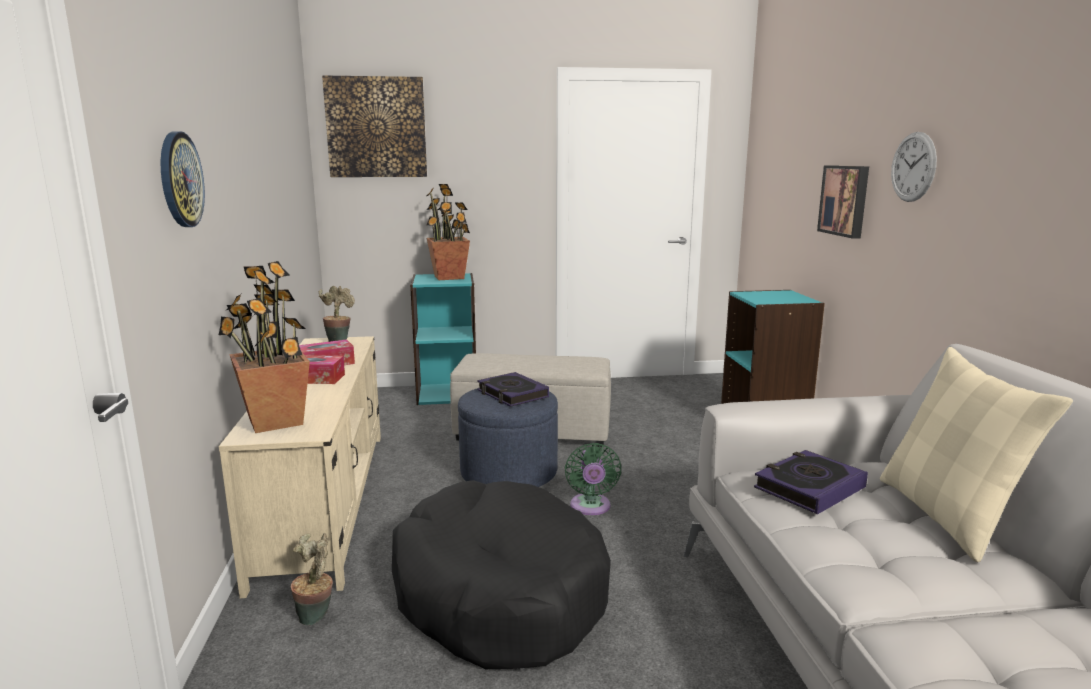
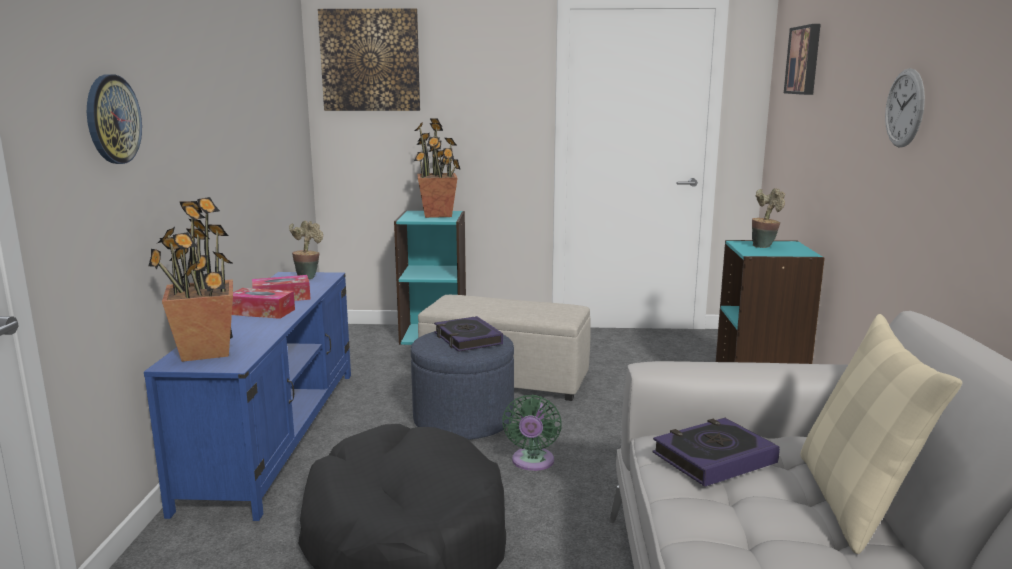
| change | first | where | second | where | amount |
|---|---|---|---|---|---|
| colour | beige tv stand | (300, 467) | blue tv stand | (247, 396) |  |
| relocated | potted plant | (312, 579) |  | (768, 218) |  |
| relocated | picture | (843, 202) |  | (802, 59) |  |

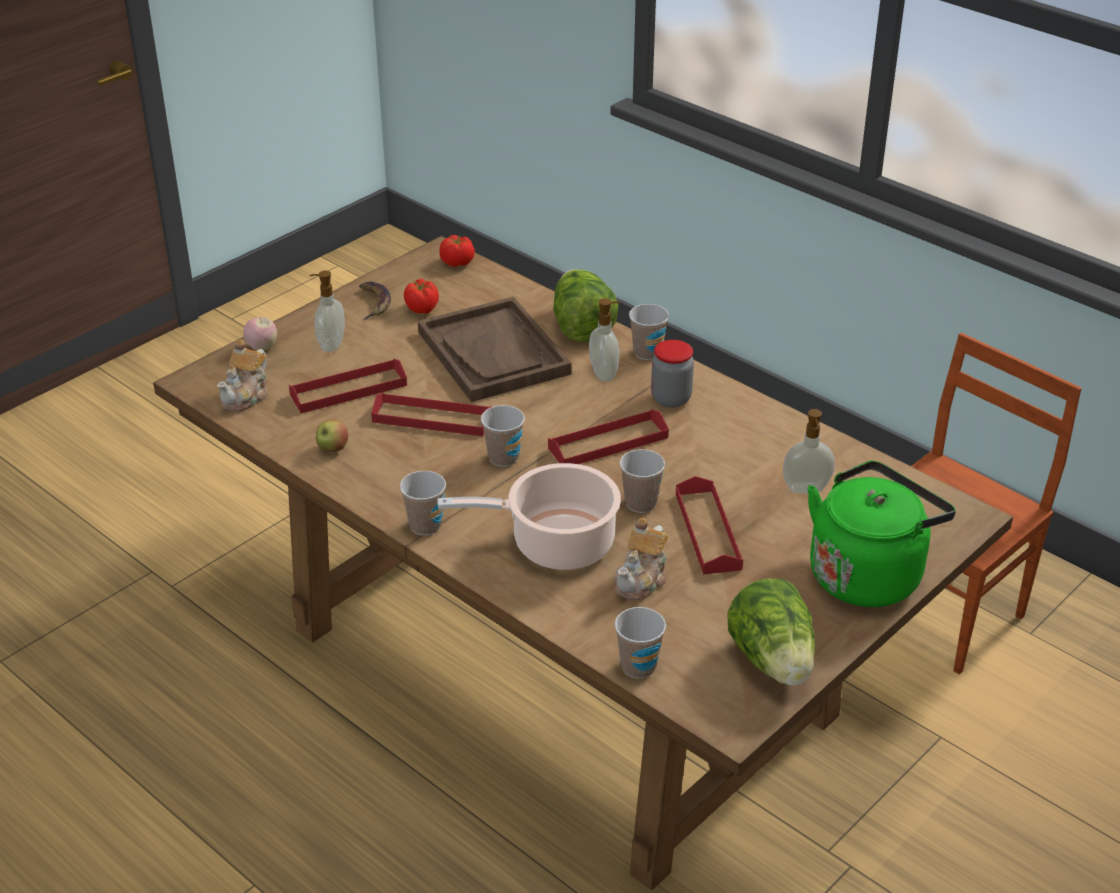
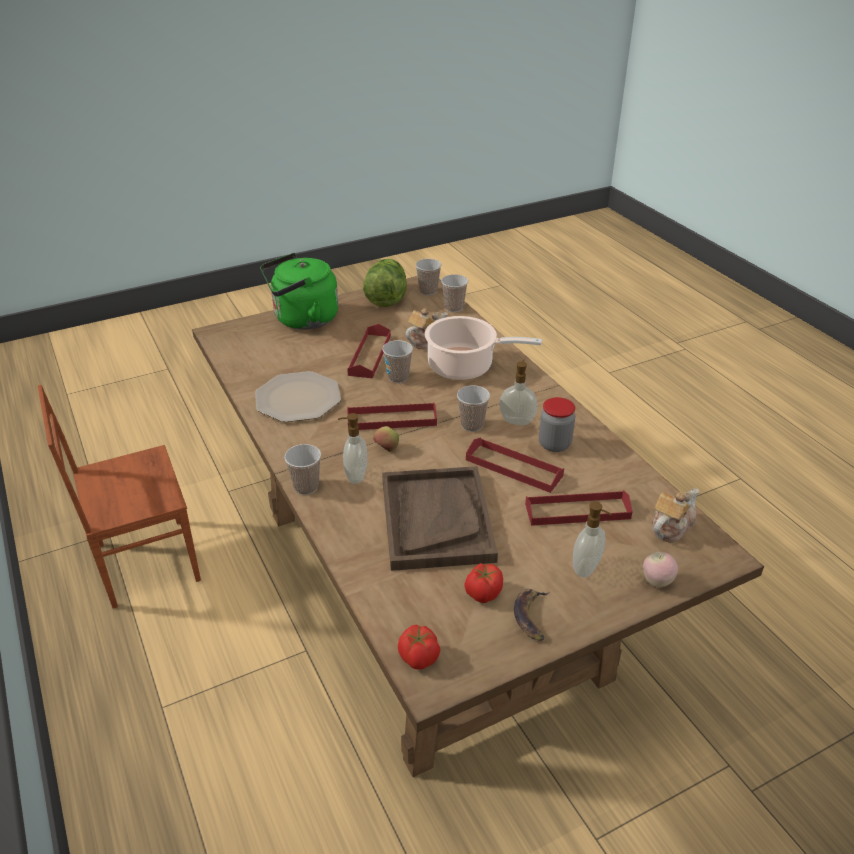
| change | first | where | second | where | amount |
|---|---|---|---|---|---|
| relocated | apple | (332, 435) |  | (386, 439) |  |
| relocated | cup | (423, 503) |  | (428, 277) |  |
| missing | lettuce | (585, 305) |  |  |  |
| relocated | jar | (672, 373) |  | (557, 424) |  |
| relocated | soap dispenser | (809, 451) |  | (518, 392) |  |
| appeared |  |  | plate | (298, 396) |  |

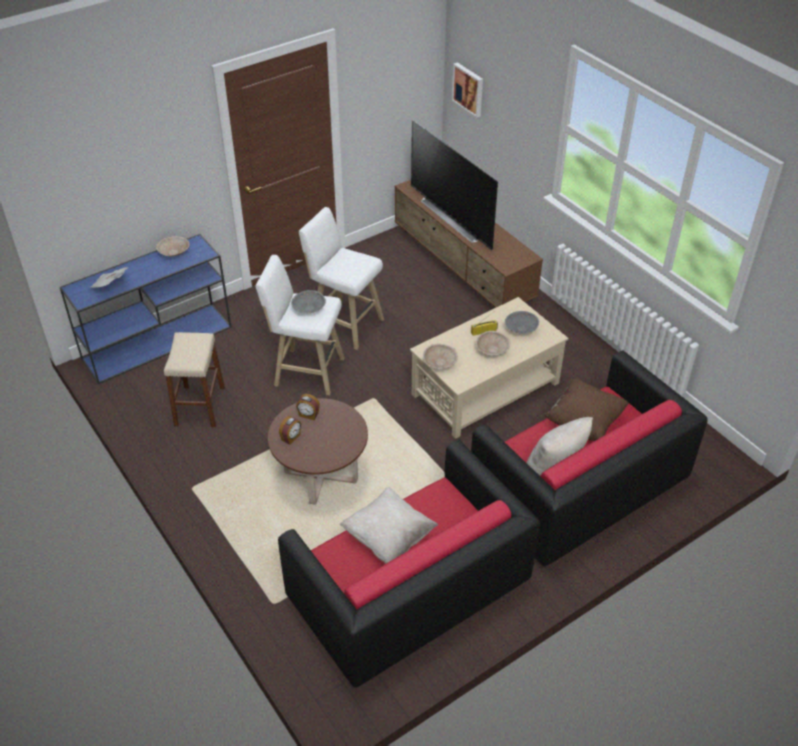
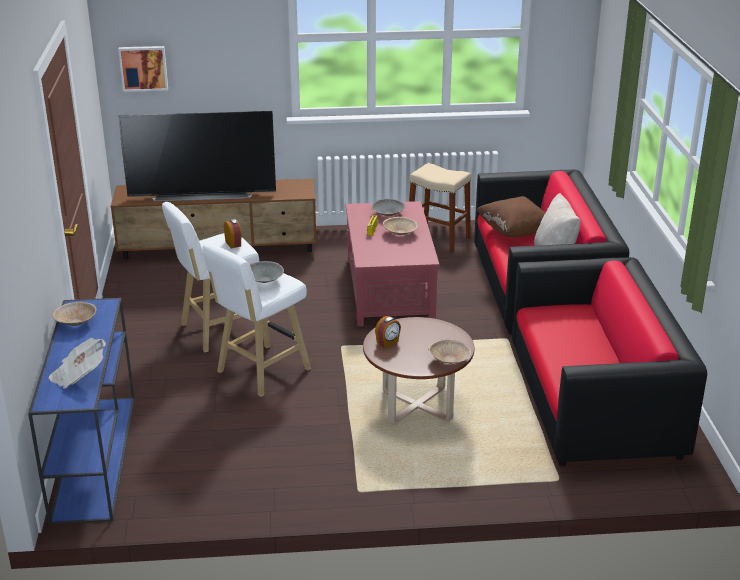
| change | first | where | second | where | amount |
|---|---|---|---|---|---|
| relocated | beige stool | (194, 379) |  | (440, 207) |  |
| relocated | alarm clock | (290, 430) |  | (233, 233) |  |
| missing | beige pillow | (389, 525) |  |  |  |
| colour | beige coffee table | (489, 368) | red coffee table | (392, 263) |  |
| relocated | beige bowl | (440, 356) |  | (450, 351) |  |

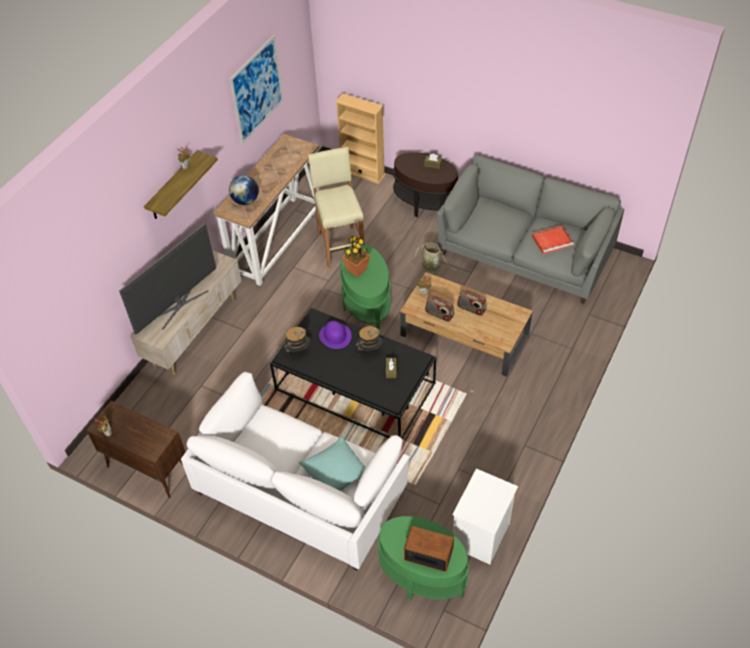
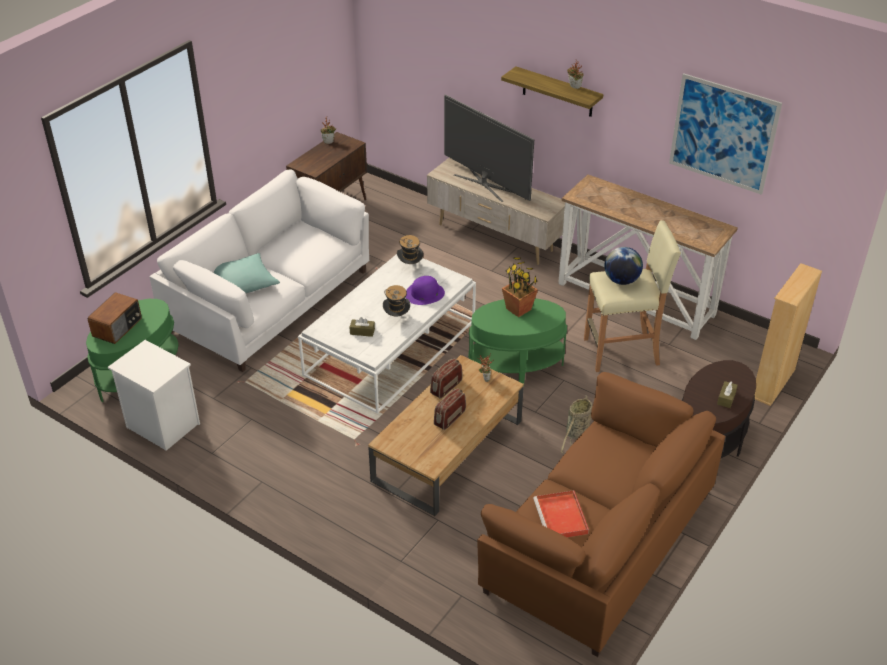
| change | first | where | second | where | amount |
|---|---|---|---|---|---|
| relocated | globe | (244, 190) |  | (623, 266) |  |
| colour | black coffee table | (353, 373) | white coffee table | (387, 333) |  |
| colour | grey sofa | (530, 229) | brown sofa | (601, 514) |  |

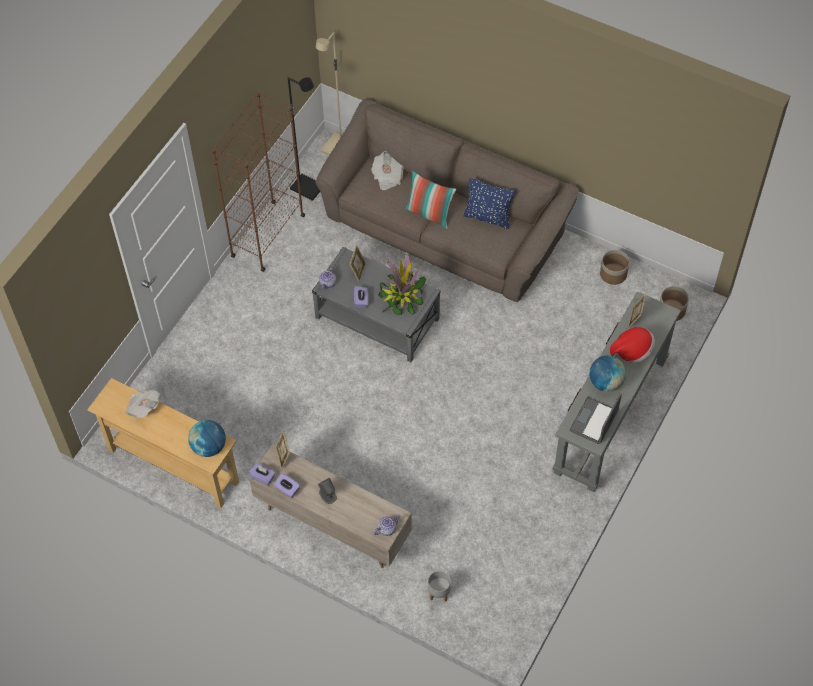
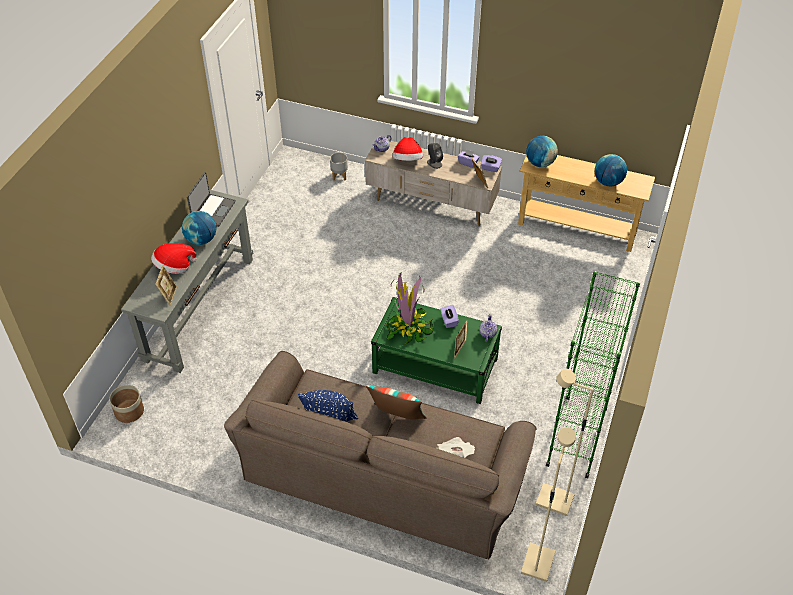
| change | first | where | second | where | amount |
|---|---|---|---|---|---|
| exchanged | newspaper | (142, 403) | globe | (611, 170) |  |
| colour | brown bookcase | (258, 182) | green bookcase | (593, 374) |  |
| colour | black floor lamp | (304, 139) | beige floor lamp | (564, 442) |  |
| colour | grey coffee table | (376, 304) | green coffee table | (436, 350) |  |
| missing | planter | (615, 267) |  |  |  |
| appeared |  |  | hat | (408, 149) |  |

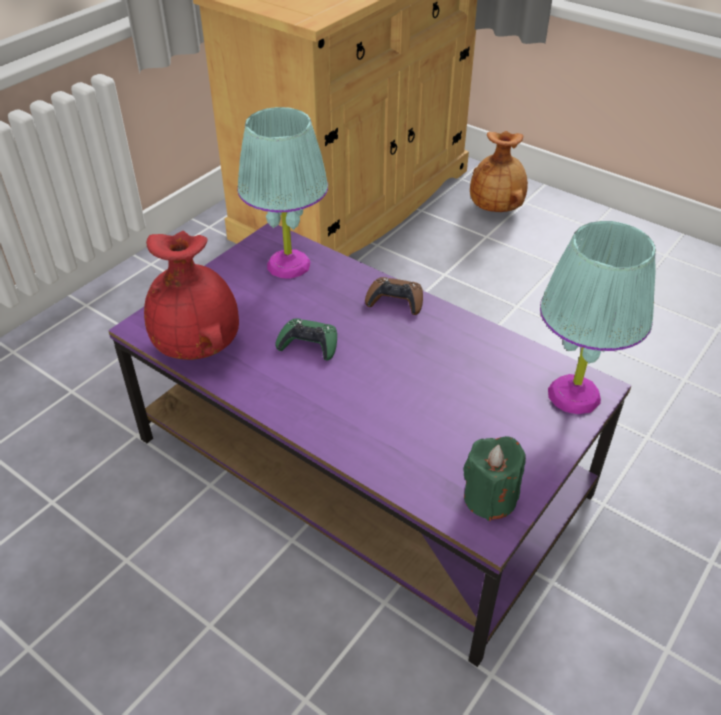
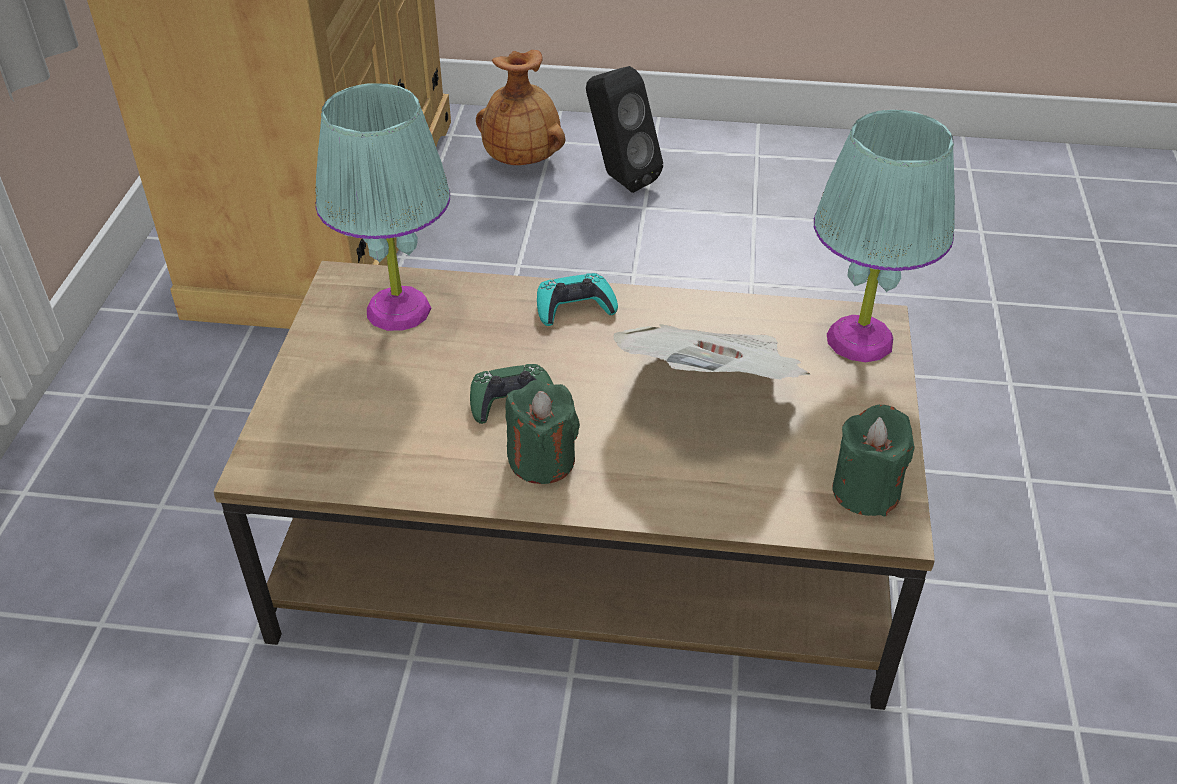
| change | first | where | second | where | amount |
|---|---|---|---|---|---|
| colour | purple coffee table | (370, 445) | brown coffee table | (574, 485) |  |
| missing | red vase | (191, 295) |  |  |  |
| colour | brown game controller | (394, 296) | turquoise game controller | (577, 299) |  |
| appeared |  |  | green candle | (542, 432) |  |
| appeared |  |  | black speaker | (624, 129) |  |
| appeared |  |  | newspaper | (711, 351) |  |

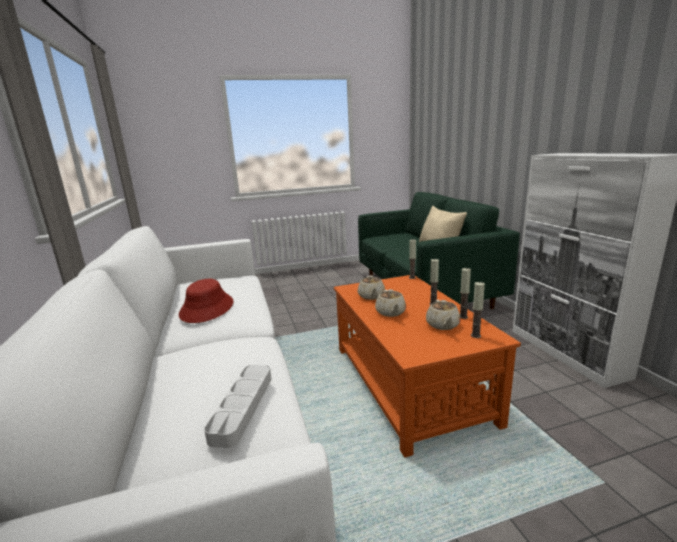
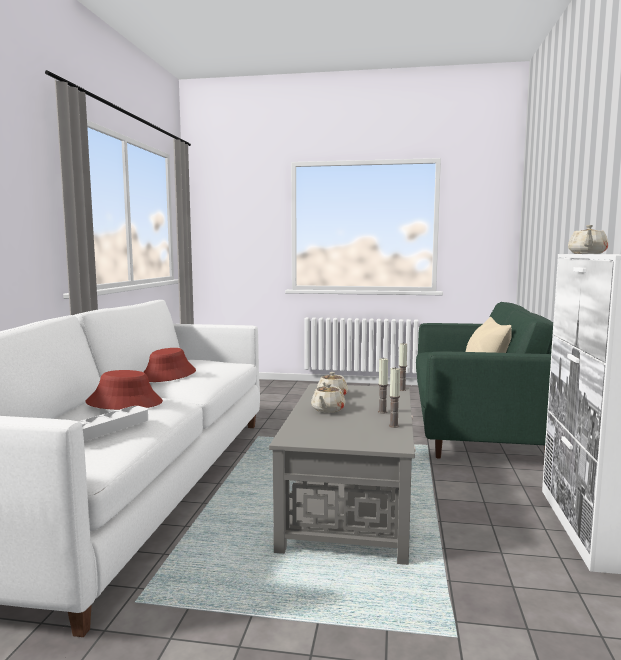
| change | first | where | second | where | amount |
|---|---|---|---|---|---|
| colour | orange coffee table | (427, 366) | grey coffee table | (342, 474) |  |
| relocated | beige teapot | (443, 315) |  | (588, 239) |  |
| missing | candle | (478, 310) |  |  |  |
| appeared |  |  | red hat | (124, 390) |  |

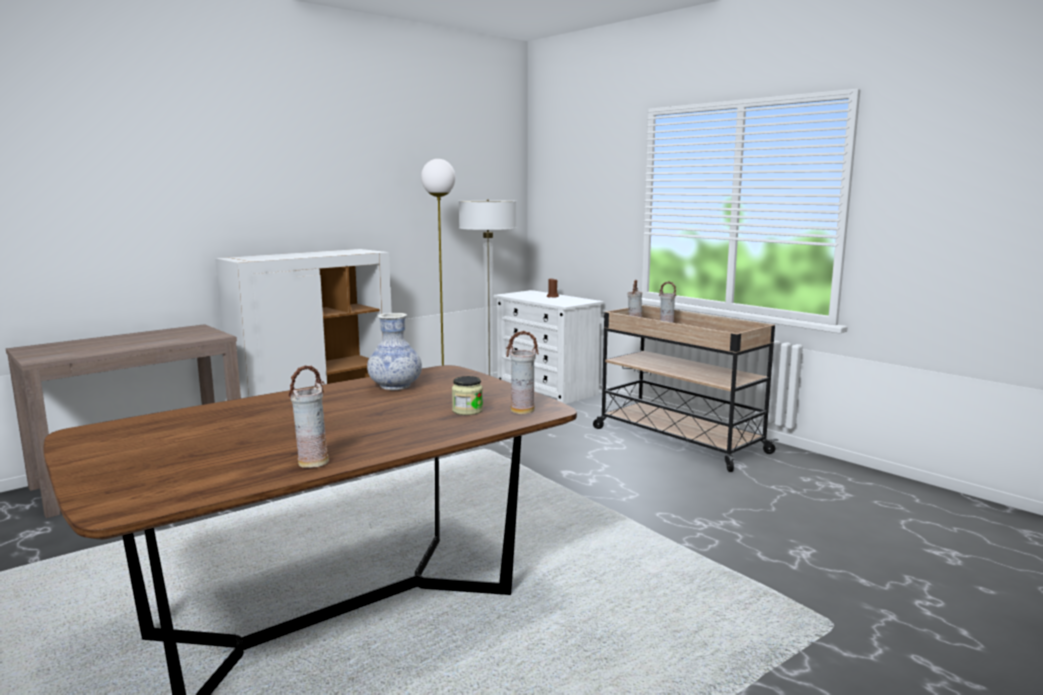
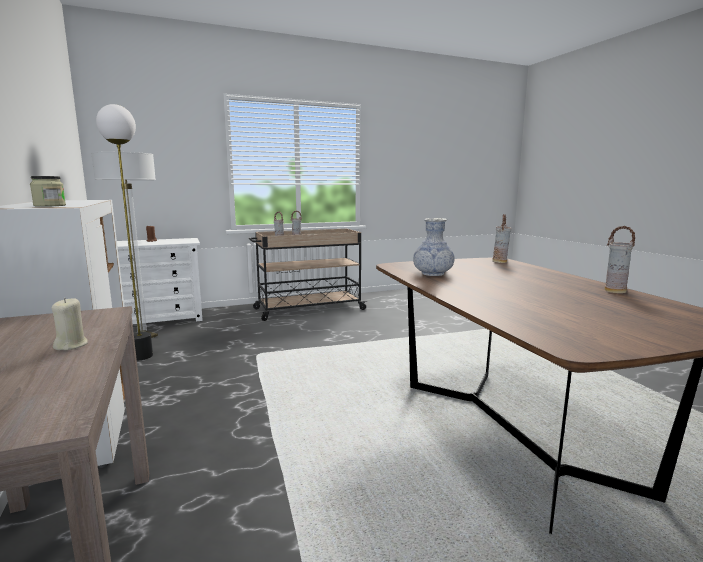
| change | first | where | second | where | amount |
|---|---|---|---|---|---|
| relocated | jar | (467, 395) |  | (48, 191) |  |
| appeared |  |  | beige candle | (69, 324) |  |

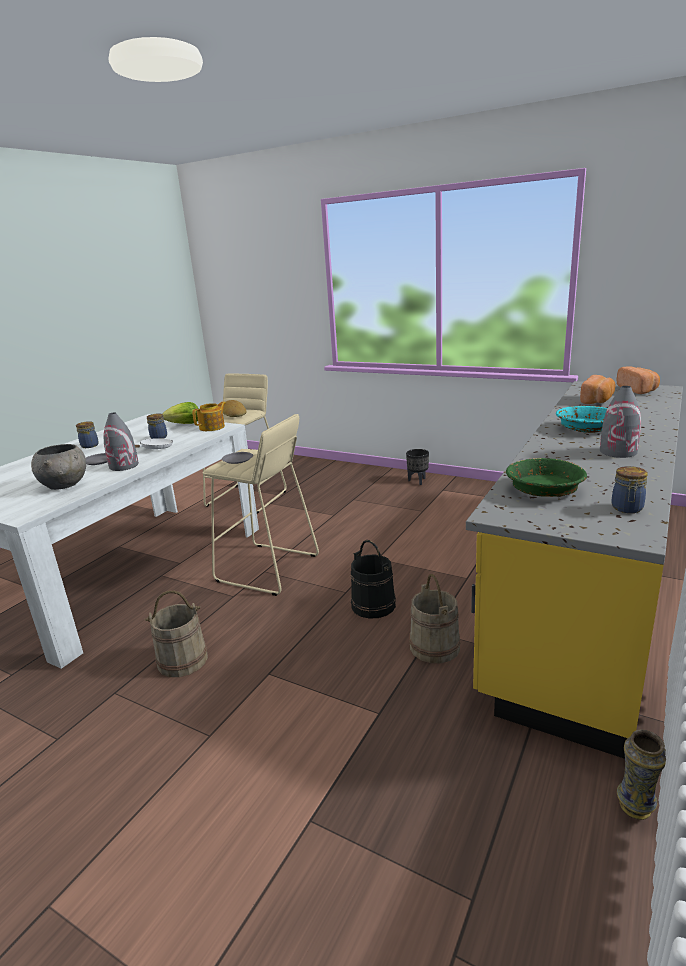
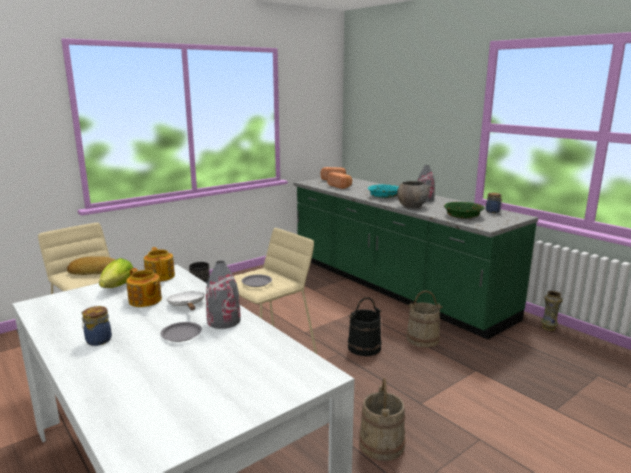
| change | first | where | second | where | amount |
|---|---|---|---|---|---|
| relocated | grey bowl | (58, 467) |  | (414, 194) |  |
| exchanged | jar | (157, 426) | teapot | (144, 287) |  |
| colour | yellow counter | (574, 570) | green counter | (415, 259) |  |

